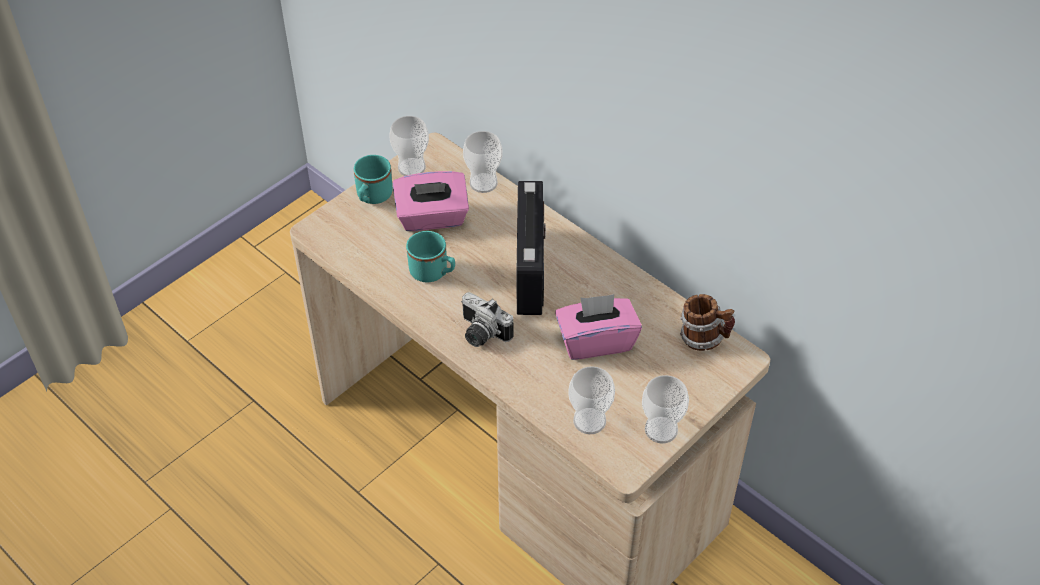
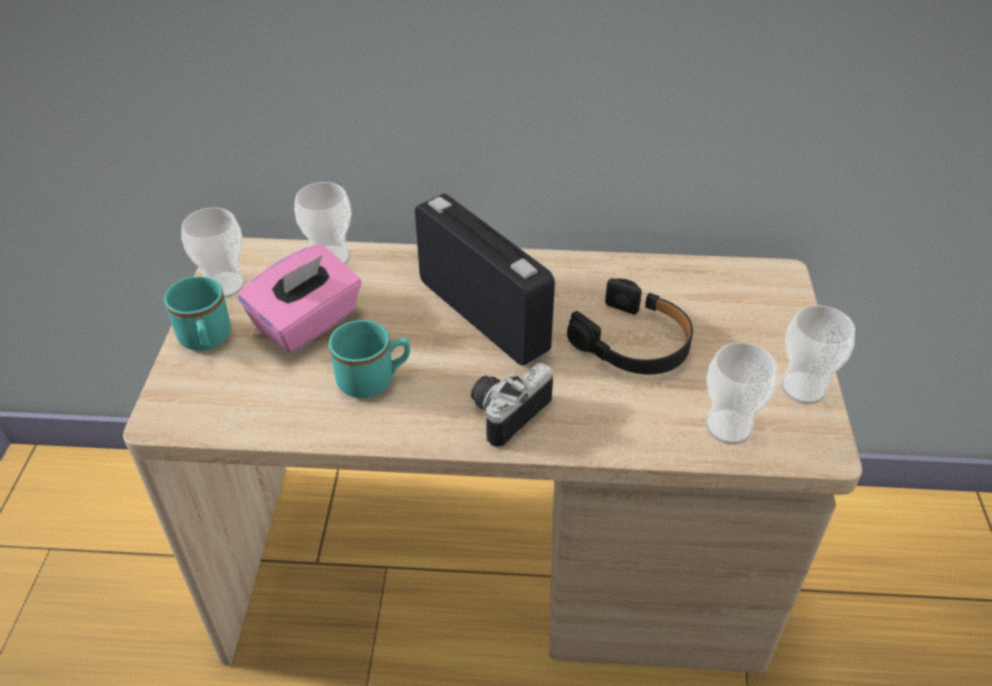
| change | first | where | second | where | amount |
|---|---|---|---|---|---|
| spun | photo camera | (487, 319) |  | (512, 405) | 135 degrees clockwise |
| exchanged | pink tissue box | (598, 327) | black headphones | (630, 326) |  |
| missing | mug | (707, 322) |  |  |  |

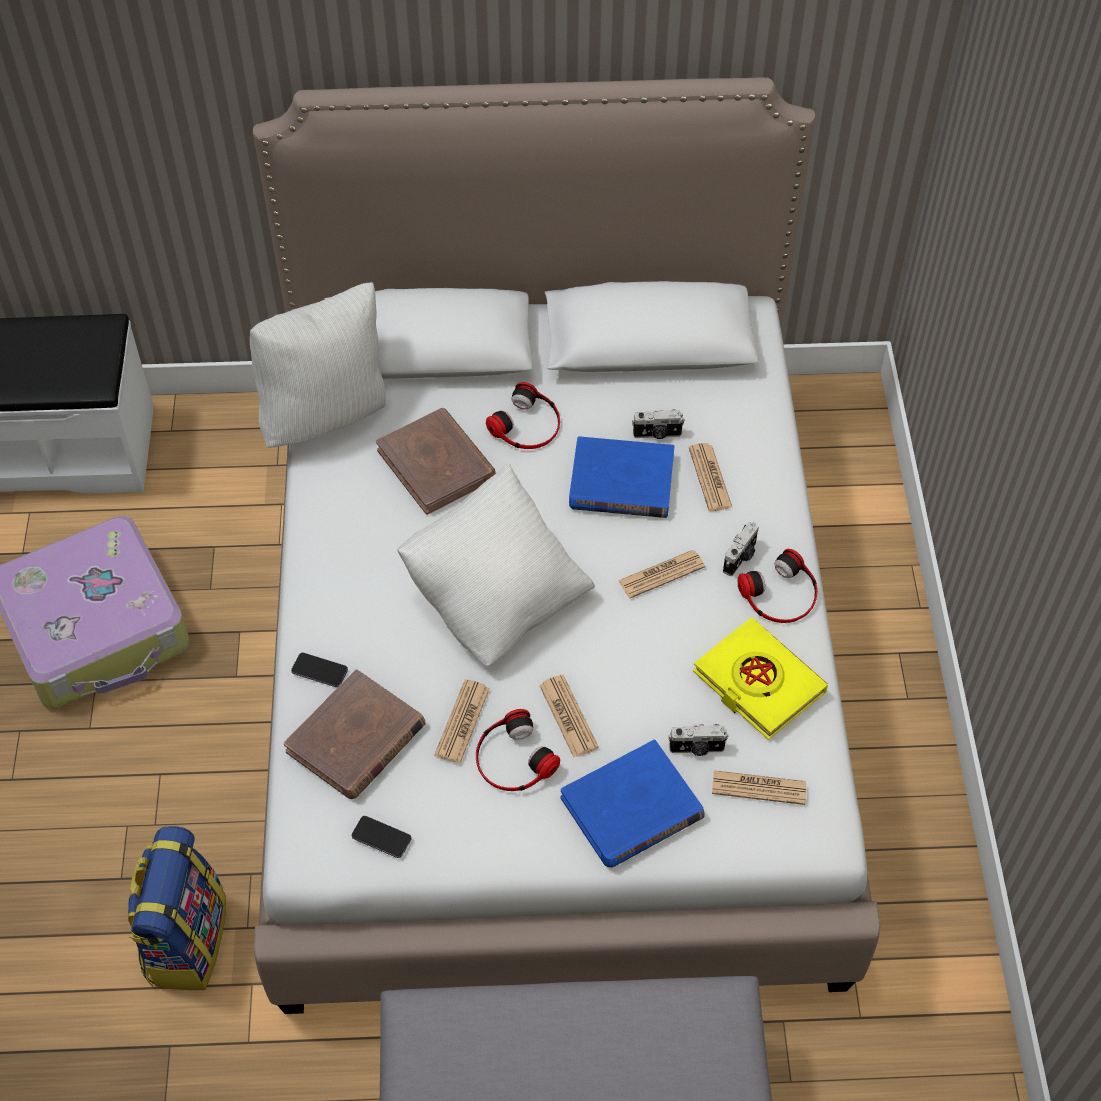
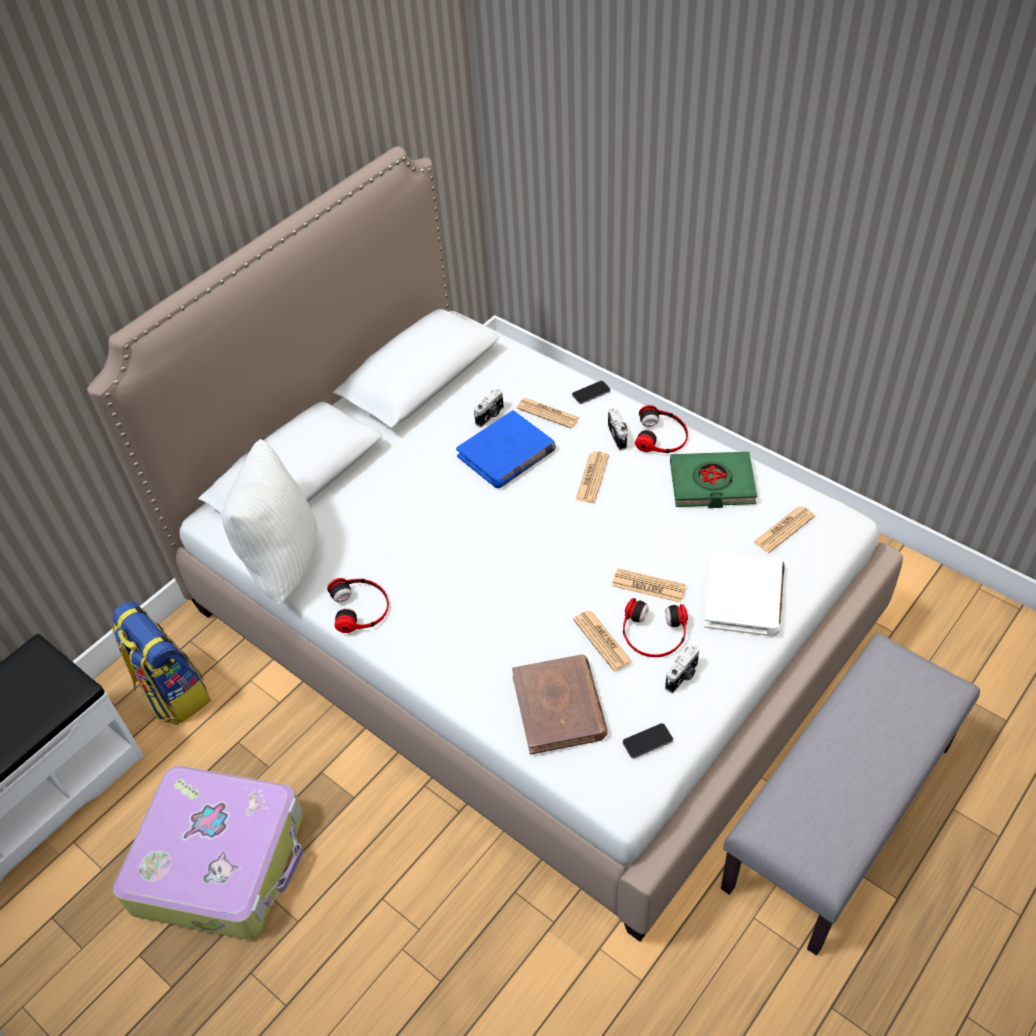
| change | first | where | second | where | amount |
|---|---|---|---|---|---|
| relocated | backpack | (177, 908) |  | (161, 663) |  |
| relocated | phone | (319, 670) |  | (591, 392) |  |
| missing | brown book | (436, 461) |  |  |  |
| missing | white pillow | (496, 564) |  |  |  |
| relocated | headphones | (523, 415) |  | (358, 605) |  |
| colour | blue book | (633, 804) | white book | (744, 594) |  |
| relocated | photo camera | (698, 740) |  | (682, 669) |  |
| colour | yellow book | (760, 678) | green book | (713, 480) |  |

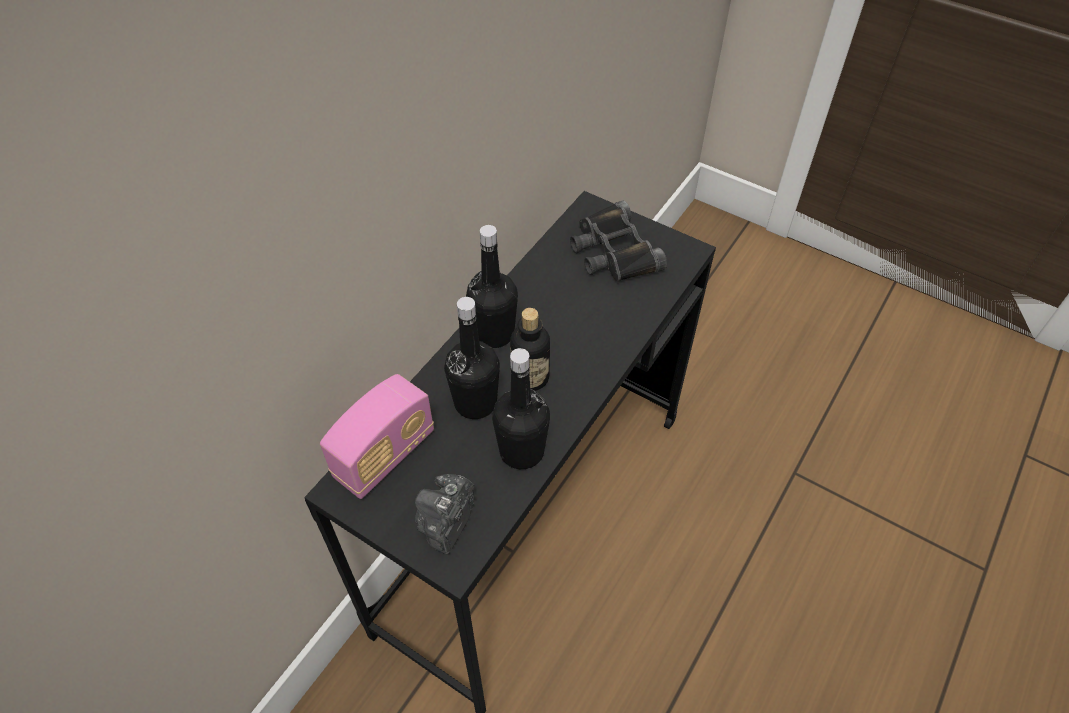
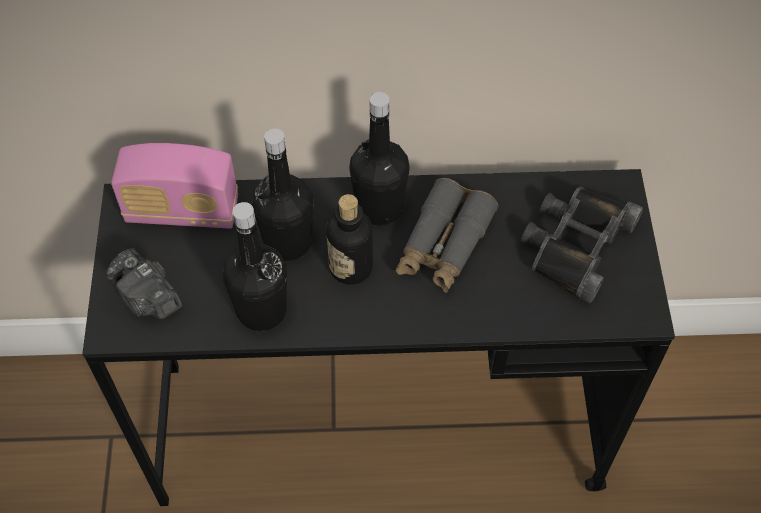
| change | first | where | second | where | amount |
|---|---|---|---|---|---|
| spun | photo camera | (445, 514) |  | (144, 283) | 120 degrees counterclockwise |
| appeared |  |  | grey binoculars | (447, 235) |  |

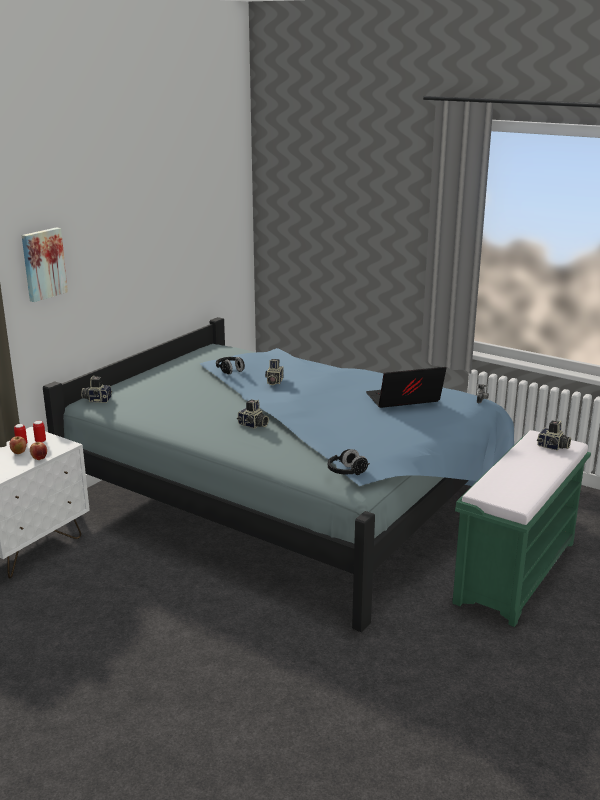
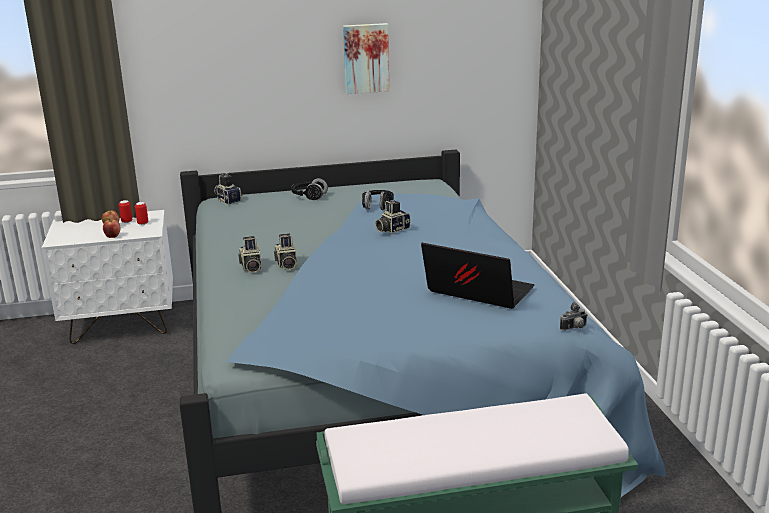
| change | first | where | second | where | amount |
|---|---|---|---|---|---|
| relocated | picture | (45, 264) |  | (366, 58) |  |
| relocated | black headphones | (349, 462) |  | (310, 189) |  |
| relocated | photo camera | (554, 435) |  | (250, 254) |  |

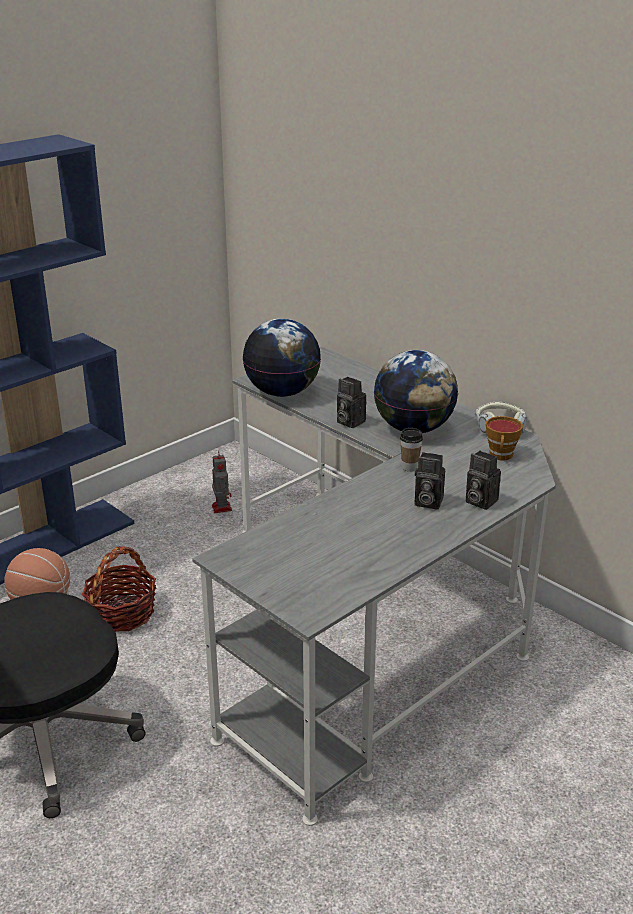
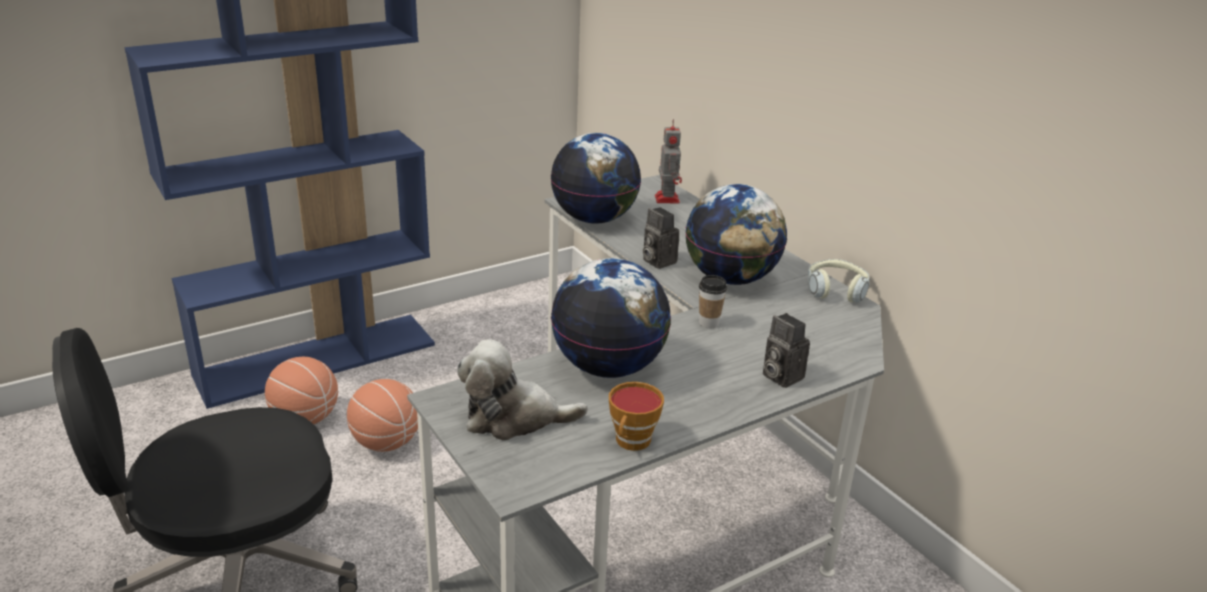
| change | first | where | second | where | amount |
|---|---|---|---|---|---|
| exchanged | basket | (119, 589) | basketball | (382, 415) |  |
| relocated | toy robot | (222, 482) |  | (668, 161) |  |
| missing | photo camera | (430, 481) |  |  |  |
| relocated | cup | (504, 438) |  | (636, 416) |  |
| appeared |  |  | plush toy | (522, 390) |  |
| appeared |  |  | globe | (611, 318) |  |

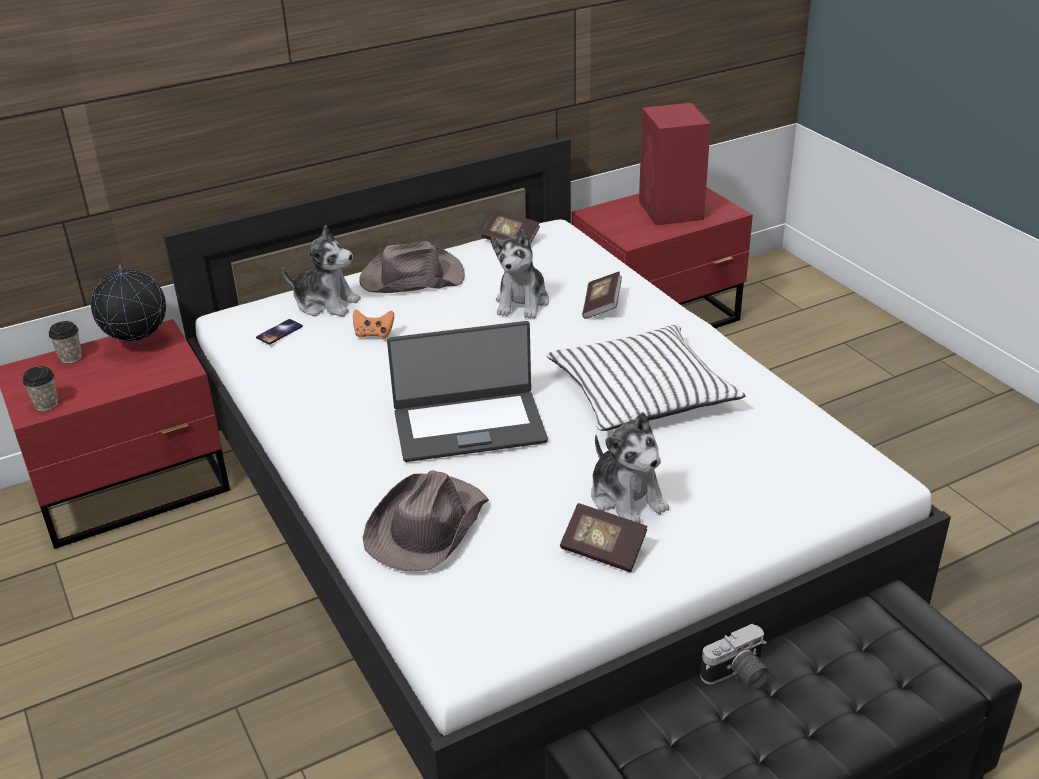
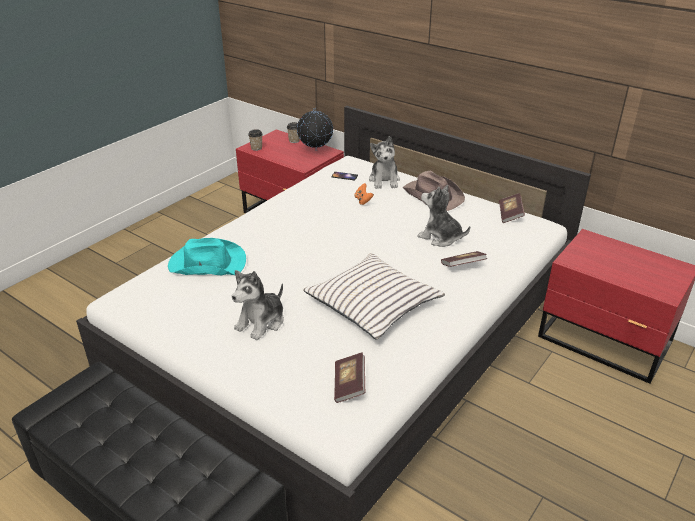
| change | first | where | second | where | amount |
|---|---|---|---|---|---|
| colour | brown hat | (426, 521) | turquoise hat | (207, 257) |  |
| missing | laptop | (467, 391) |  |  |  |
| spun | plush toy | (520, 274) |  | (443, 216) | 45 degrees clockwise |
| relocated | book | (603, 537) |  | (349, 377) |  |
| missing | red speaker | (675, 164) |  |  |  |
| missing | photo camera | (735, 656) |  |  |  |

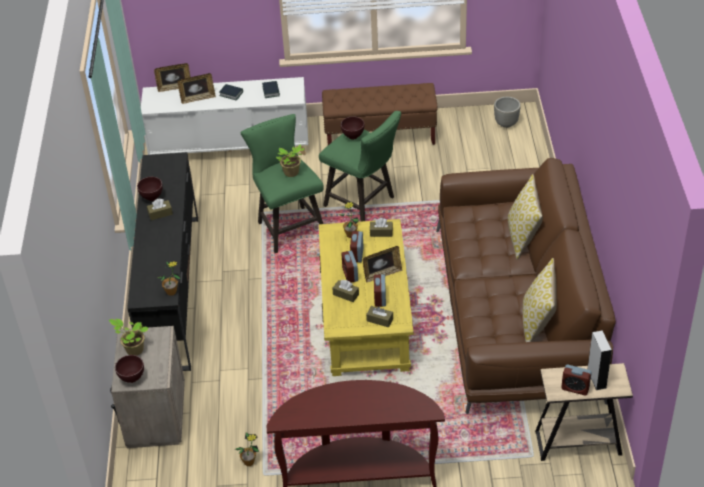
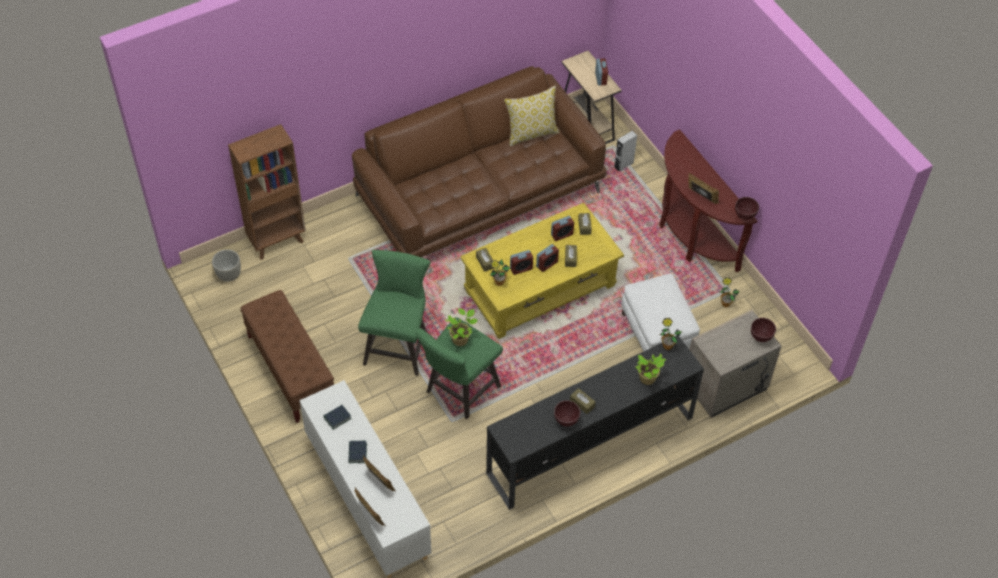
| change | first | where | second | where | amount |
|---|---|---|---|---|---|
| relocated | potted plant | (129, 337) |  | (651, 369) |  |
| relocated | brown bowl | (352, 128) |  | (747, 208) |  |
| relocated | picture frame | (382, 264) |  | (703, 188) |  |
| missing | pillow | (525, 217) |  |  |  |
| relocated | grey speaker | (600, 360) |  | (625, 151) |  |
| appeared |  |  | brown bookcase | (267, 192) |  |
| appeared |  |  | white ottoman | (660, 312) |  |

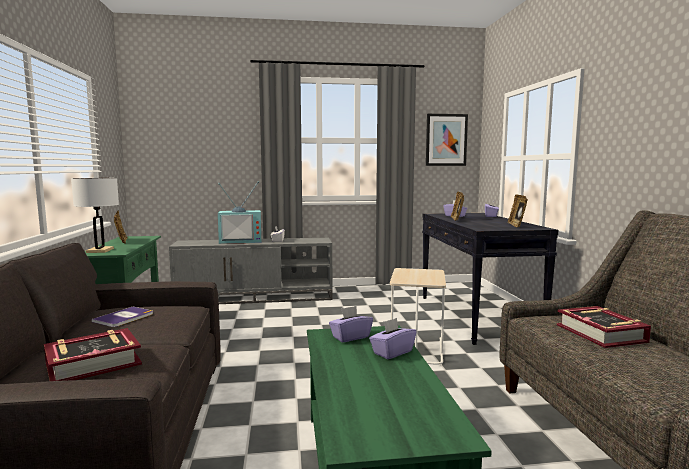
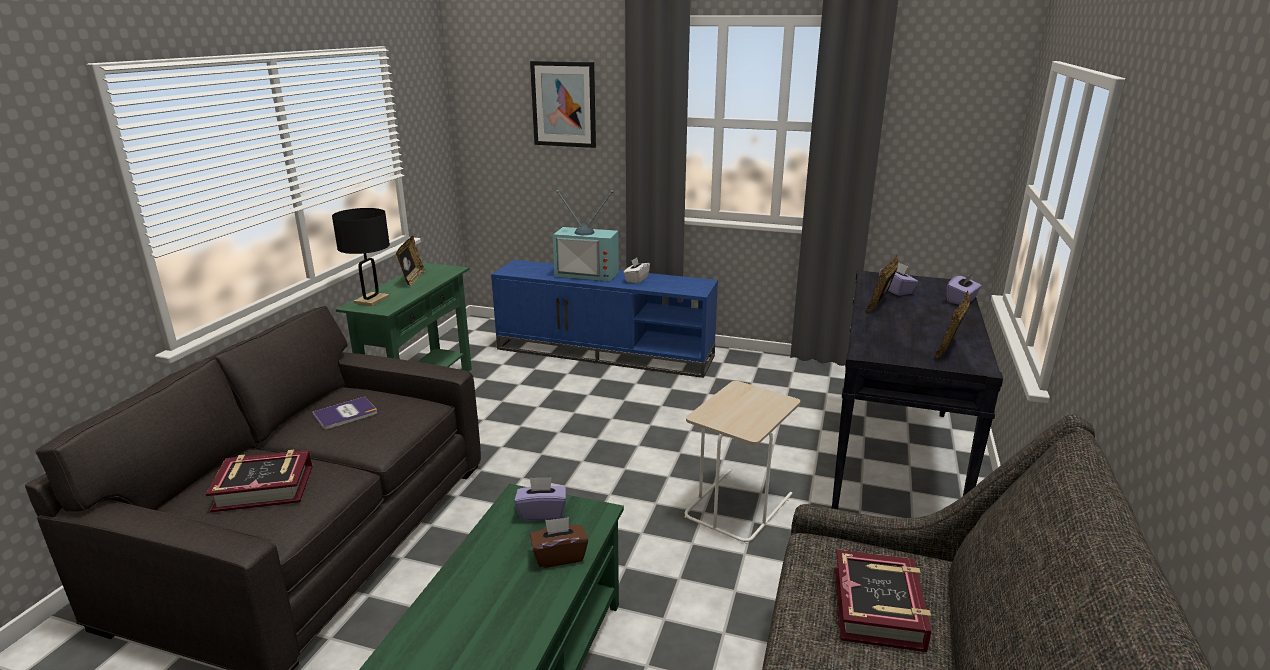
| change | first | where | second | where | amount |
|---|---|---|---|---|---|
| colour | white table lamp | (95, 215) | black table lamp | (361, 257) |  |
| colour | grey tv stand | (251, 271) | blue tv stand | (604, 319) |  |
| colour | purple tissue box | (392, 338) | brown tissue box | (559, 542) |  |
| relocated | picture | (447, 140) |  | (563, 104) |  |

